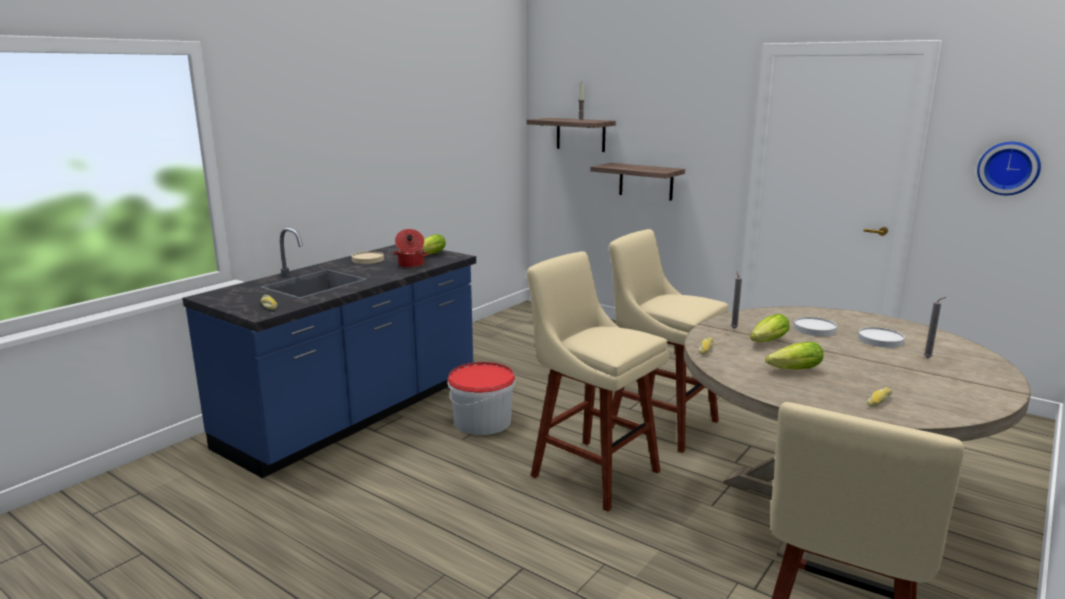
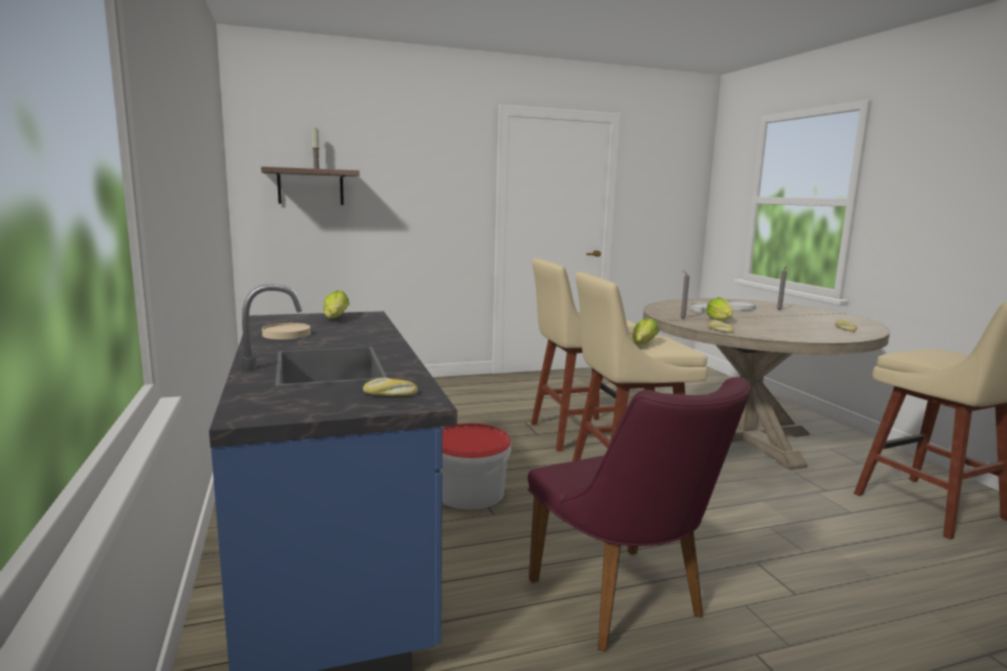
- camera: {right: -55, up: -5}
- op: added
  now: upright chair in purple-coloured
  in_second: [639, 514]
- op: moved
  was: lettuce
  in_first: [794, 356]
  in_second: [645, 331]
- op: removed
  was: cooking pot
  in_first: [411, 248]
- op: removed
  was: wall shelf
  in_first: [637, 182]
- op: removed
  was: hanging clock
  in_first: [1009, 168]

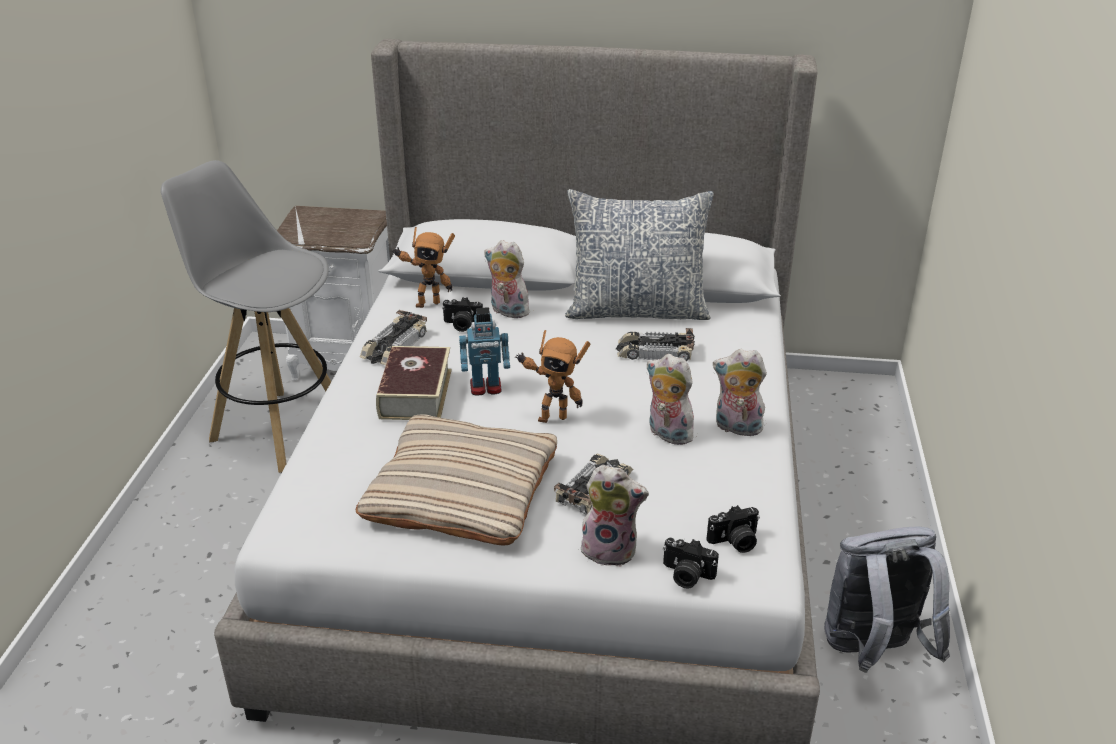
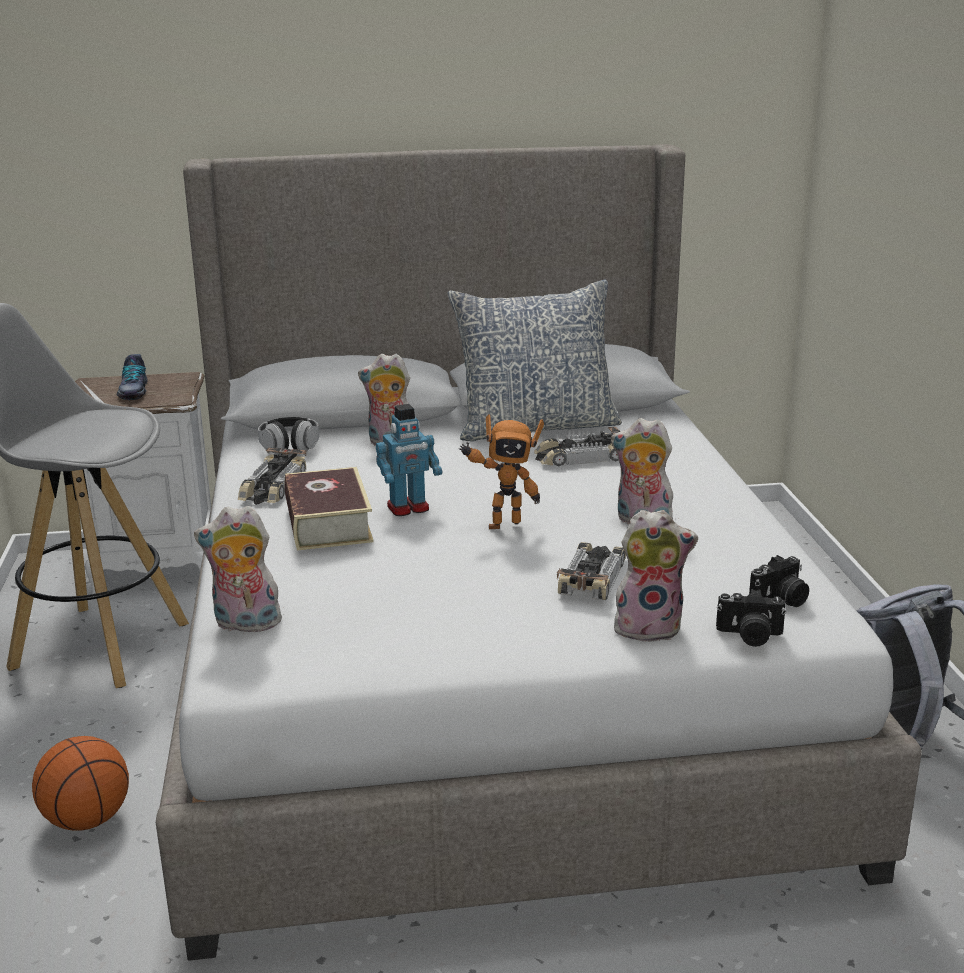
- camera: {right: -15, up: -10}
- op: added
  now: basketball ball
  in_second: [80, 783]
- op: added
  now: shoe
  in_second: [132, 377]
- op: moved
  was: soft toy
  in_first: [740, 392]
  in_second: [241, 569]
- op: replaced
  was: model robot
  now: headset
  in_first: [423, 267]
  in_second: [288, 435]
- op: removed
  was: throw pillow in beige
  in_first: [456, 479]
- op: removed
  was: photo camera
  in_first: [462, 314]

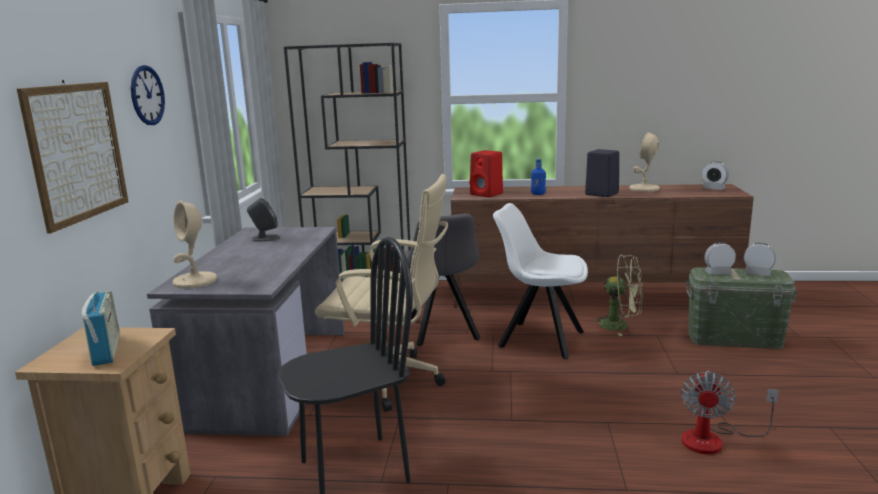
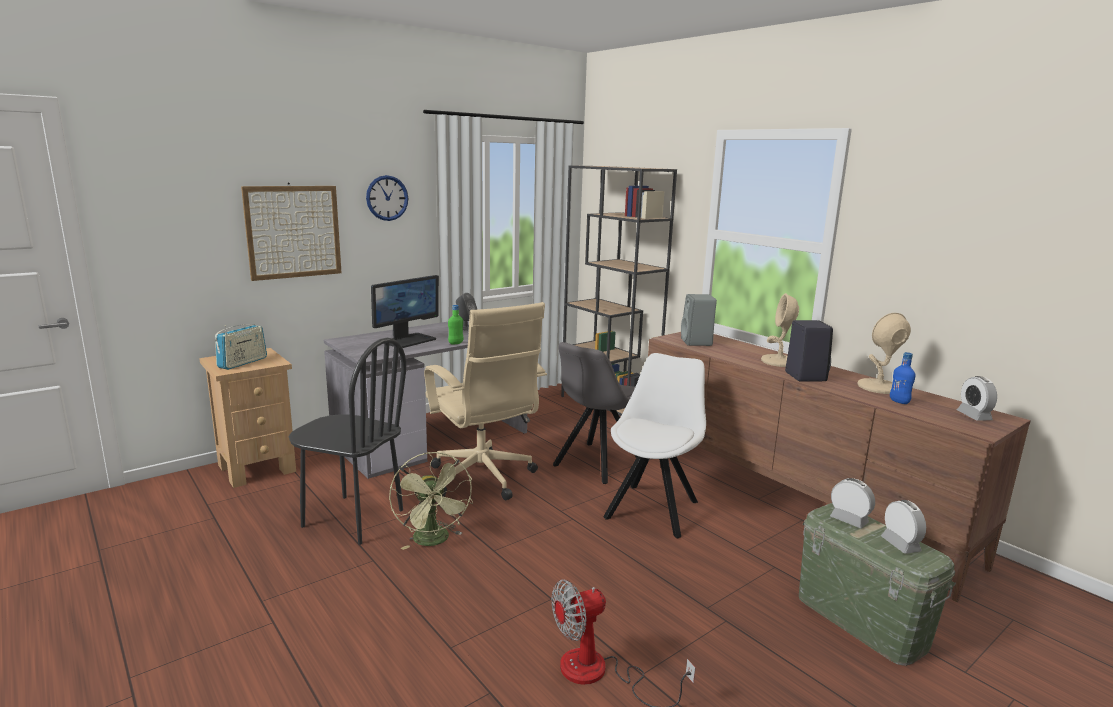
- camera: {right: 45, up: 0}
- op: added
  now: monitor
  in_second: [405, 311]
- op: moved
  was: cooling fan in green-coloured
  in_first: [617, 295]
  in_second: [431, 501]
- op: added
  now: beverage bottle in green-coloured
  in_second: [456, 324]
- op: turned
  was: upright chair in whitish
  in_first: [540, 281]
  in_second: [654, 445]
  clockwise: 45
- op: recoloured
  was: speaker in reddish
  now: speaker in grey
  in_first: [486, 173]
  in_second: [699, 320]
- op: moved
  was: lamp for a table in beige
  in_first: [194, 245]
  in_second: [780, 330]
- op: moved
  was: beverage bottle in bluish
  in_first: [538, 176]
  in_second: [903, 378]

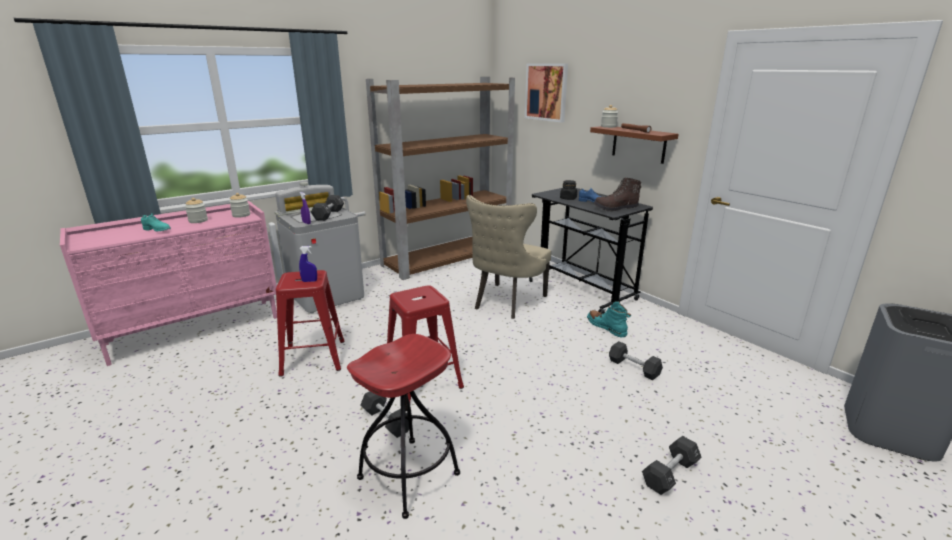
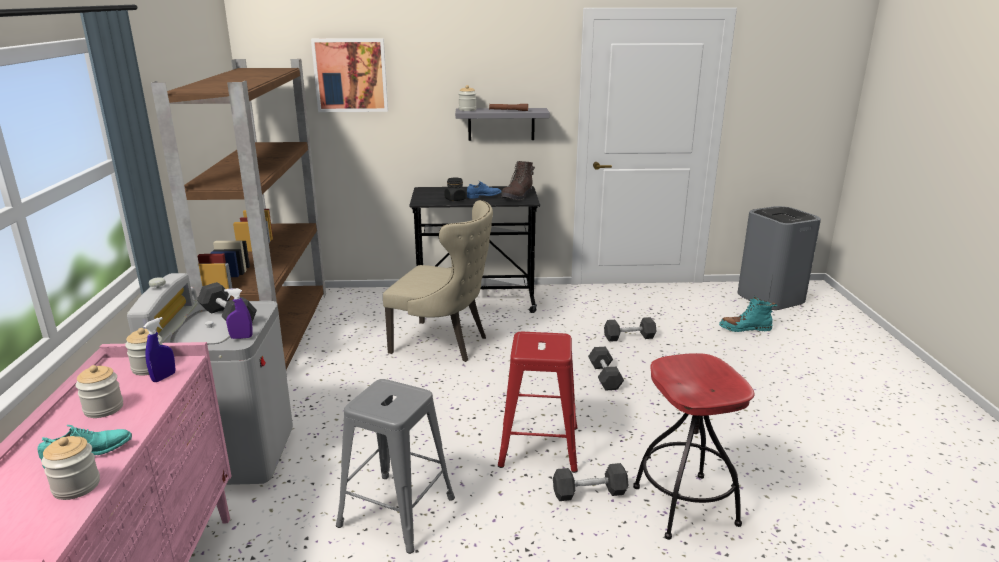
- camera: {right: -55, up: 0}
- op: added
  now: preserve jar
  in_second: [71, 468]
- op: moved
  was: spray bottle in bluish
  in_first: [308, 264]
  in_second: [159, 349]
- op: recoloured
  was: stool in reddish
  now: stool in grey
  in_first: [310, 323]
  in_second: [395, 466]
- op: turned
  was: upright chair in beige
  in_first: [508, 257]
  in_second: [438, 281]
  clockwise: -45
- op: recoloured
  was: wall shelf in brown-coloured
  now: wall shelf in grey
  in_first: [634, 145]
  in_second: [502, 124]
- op: moved
  was: hand weight in black-coloured
  in_first: [671, 465]
  in_second: [606, 369]
- op: moved
  was: high-top boot in blue-green
  in_first: [609, 319]
  in_second: [748, 314]

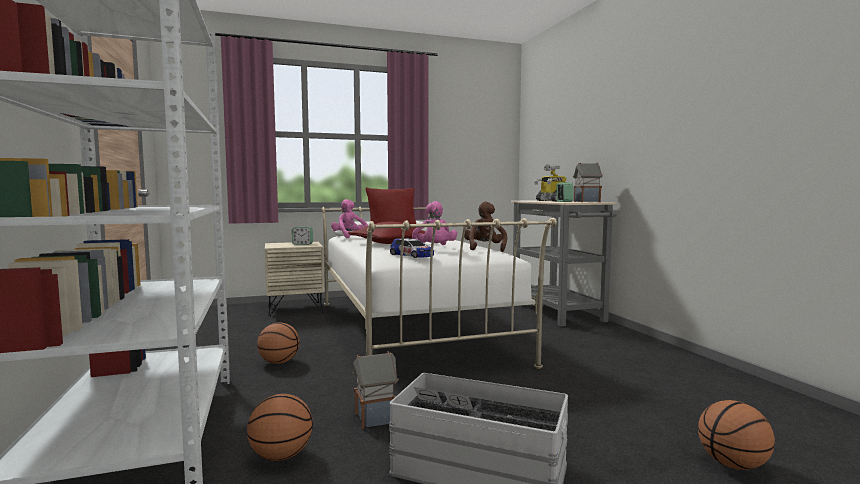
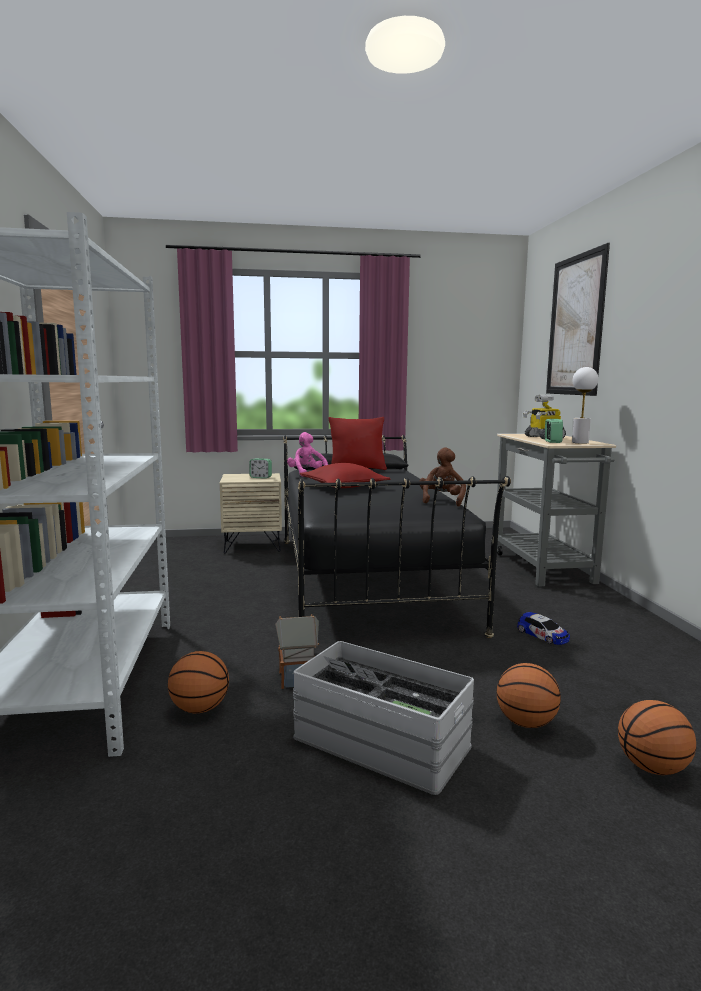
- camera: {right: 10, up: 5}
- op: recoloured
  was: bedroom bed in whitish
  now: bedroom bed in black-coloured
  in_first: [439, 287]
  in_second: [397, 536]
- op: moved
  was: basketball ball
  in_first: [278, 343]
  in_second: [529, 695]
- op: moved
  was: miniature car
  in_first: [412, 248]
  in_second: [543, 628]
- op: added
  now: wall picture
  in_second: [578, 319]
- op: replaced
  was: model house
  now: lamp for a table in whitish
  in_first: [588, 182]
  in_second: [585, 405]
- op: removed
  was: soft toy in pink
  in_first: [434, 223]

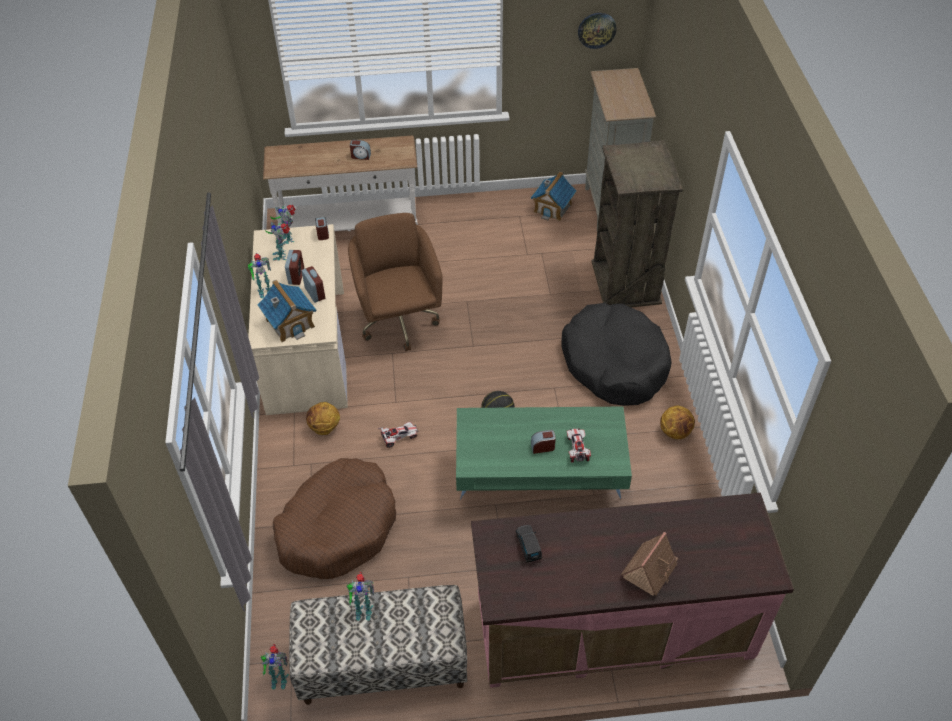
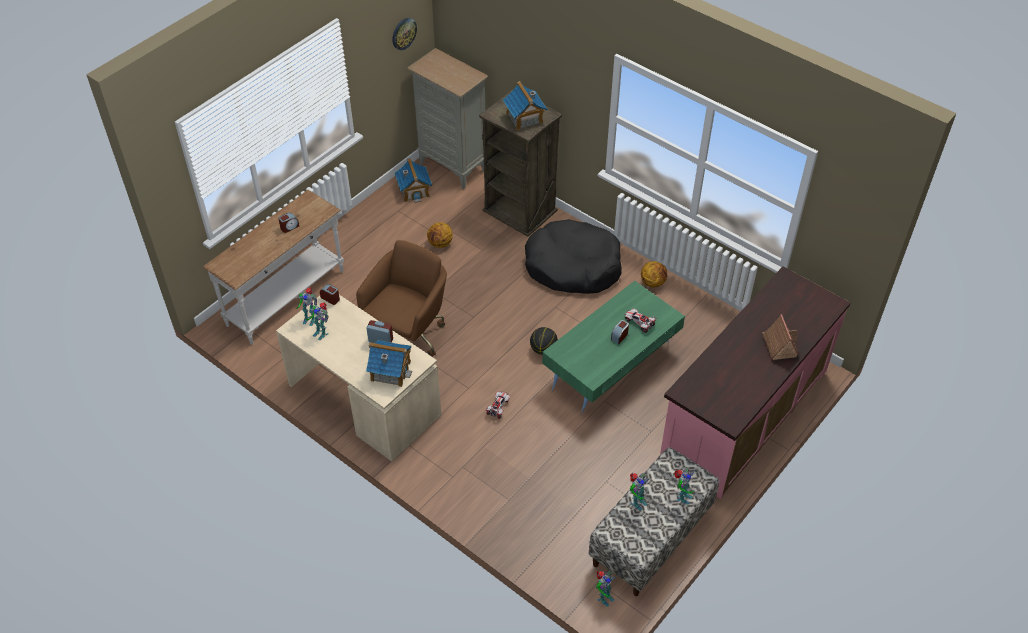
- camera: {right: -45, up: 0}
- op: turned
  was: office chair in brown-coloured
  in_first: [395, 282]
  in_second: [401, 298]
  clockwise: 90
- op: moved
  was: basketball ball
  in_first: [323, 418]
  in_second: [440, 235]
- op: added
  now: model house
  in_second: [525, 105]
- op: moved
  was: model robot
  in_first: [259, 275]
  in_second: [684, 486]
- op: removed
  was: dog cushion in brown-coloured
  in_first: [334, 518]
- op: removed
  was: alarm clock
  in_first: [294, 267]
- op: removed
  was: miniature car in black-coloured
  in_first: [529, 543]

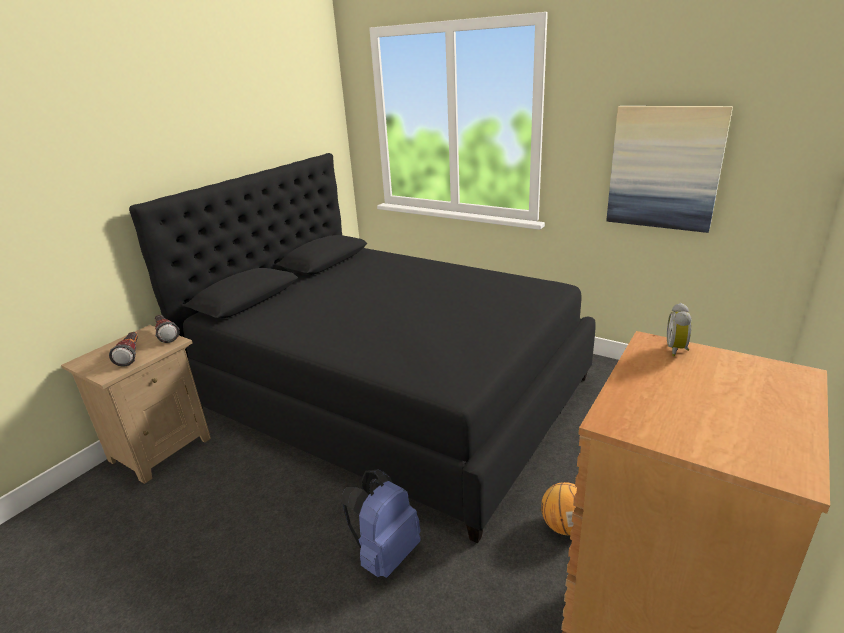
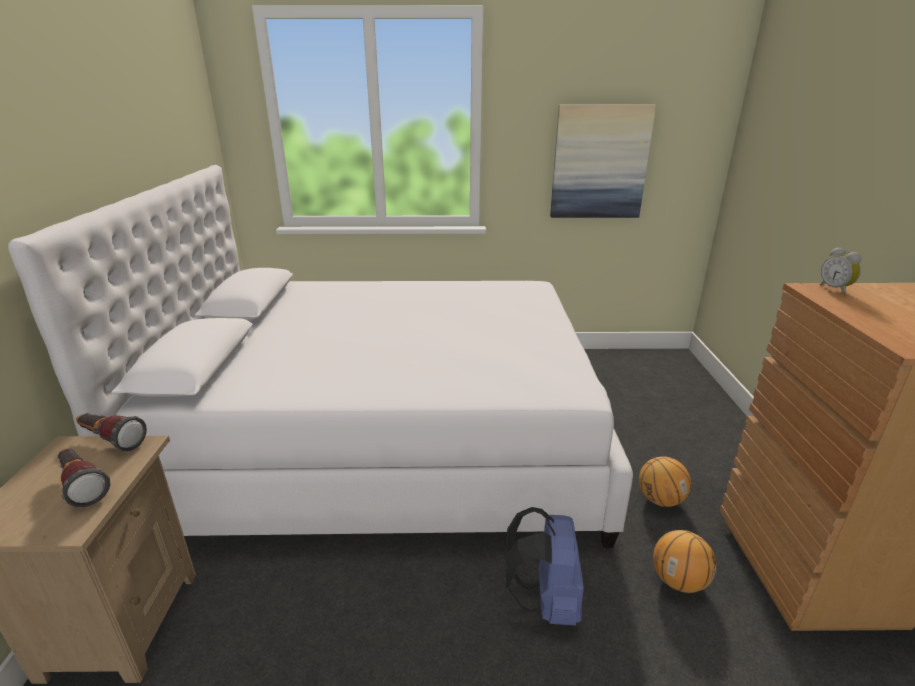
- camera: {right: -35, up: 0}
- op: recoloured
  was: bedroom bed in black-coloured
  now: bedroom bed in whitish
  in_first: [362, 348]
  in_second: [320, 356]
- op: added
  now: basketball ball
  in_second: [684, 561]

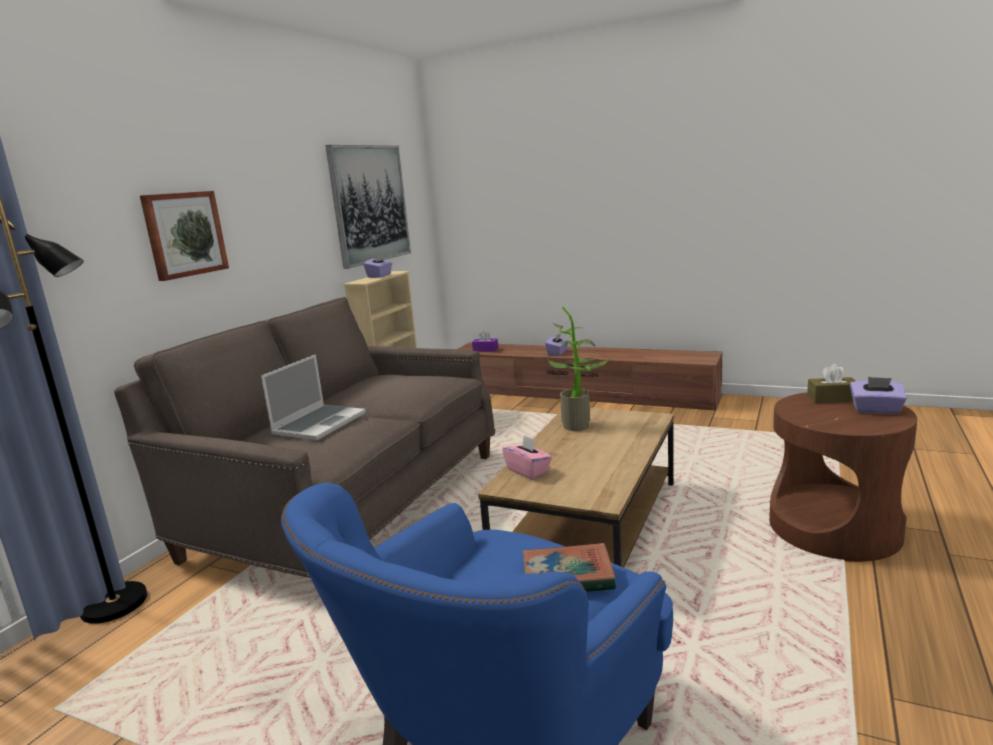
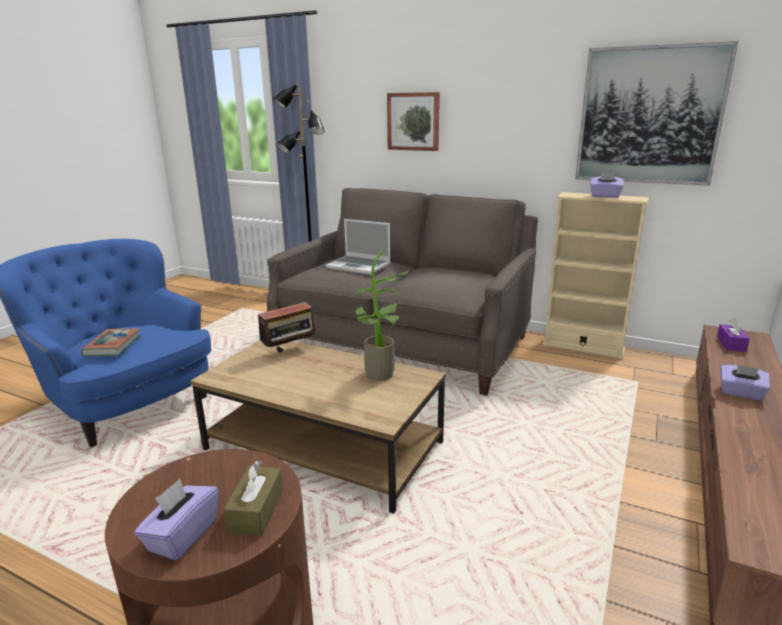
- camera: {right: 90, up: 5}
- op: replaced
  was: tissue box in pink
  now: radio
  in_first: [527, 457]
  in_second: [285, 327]

